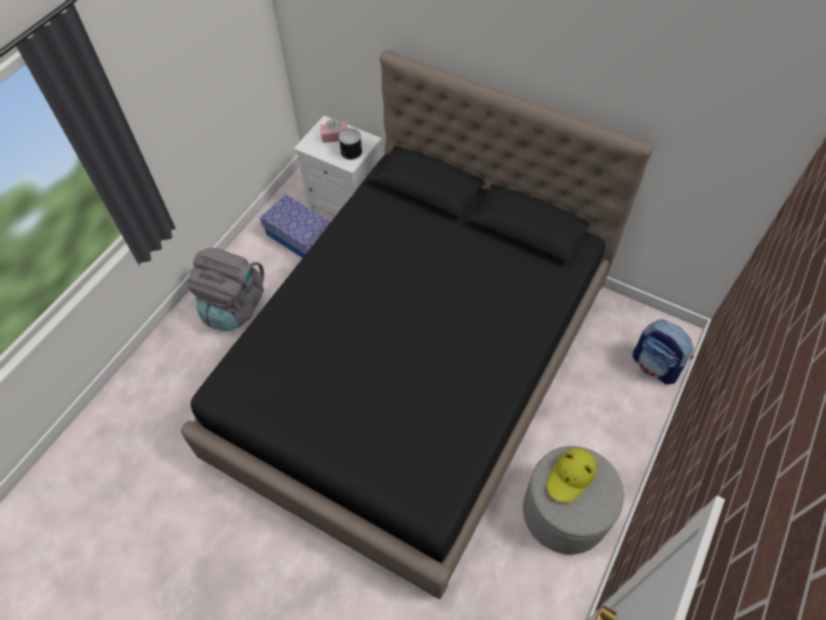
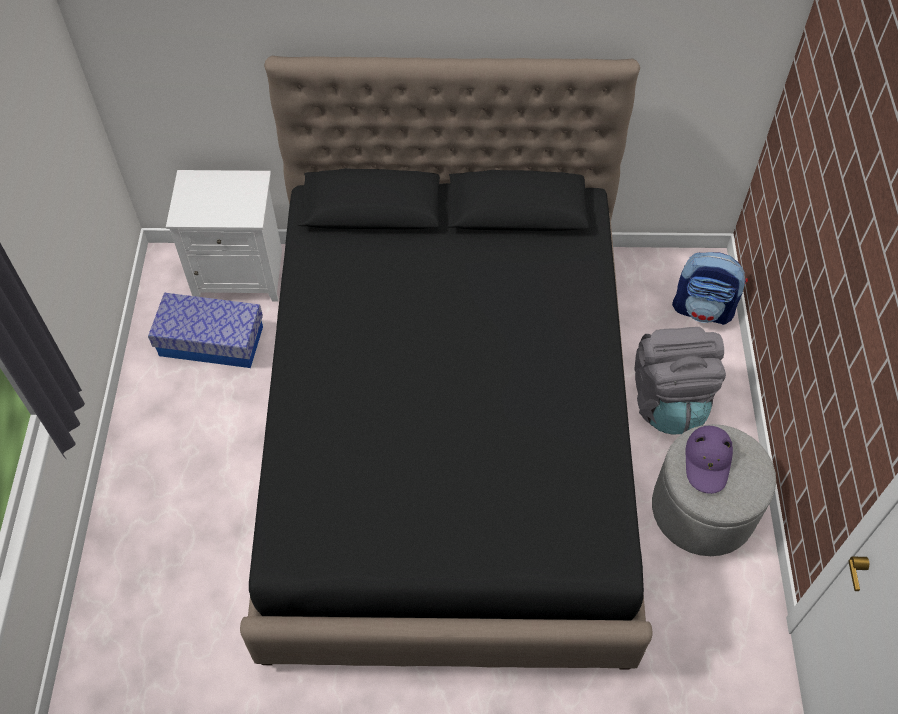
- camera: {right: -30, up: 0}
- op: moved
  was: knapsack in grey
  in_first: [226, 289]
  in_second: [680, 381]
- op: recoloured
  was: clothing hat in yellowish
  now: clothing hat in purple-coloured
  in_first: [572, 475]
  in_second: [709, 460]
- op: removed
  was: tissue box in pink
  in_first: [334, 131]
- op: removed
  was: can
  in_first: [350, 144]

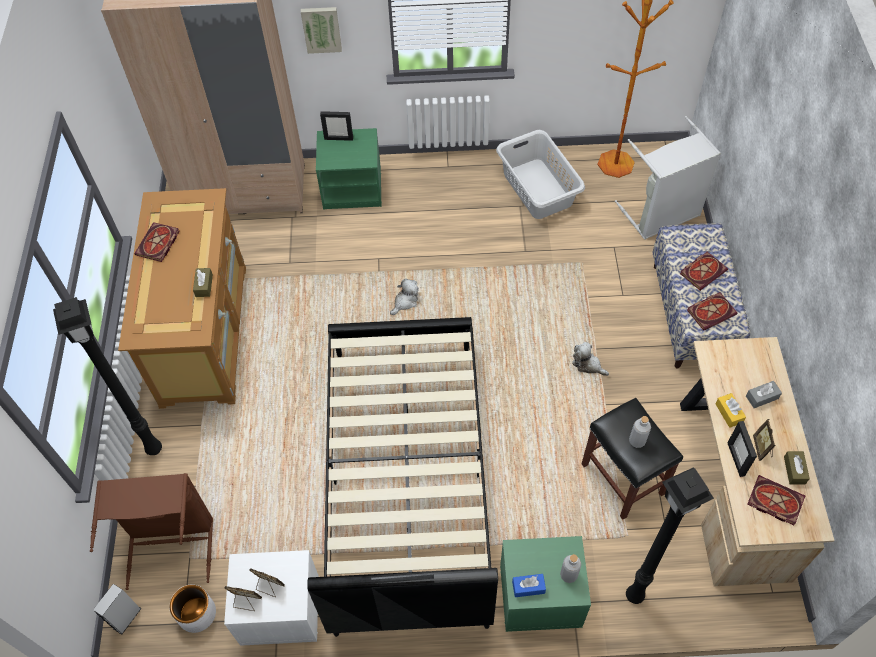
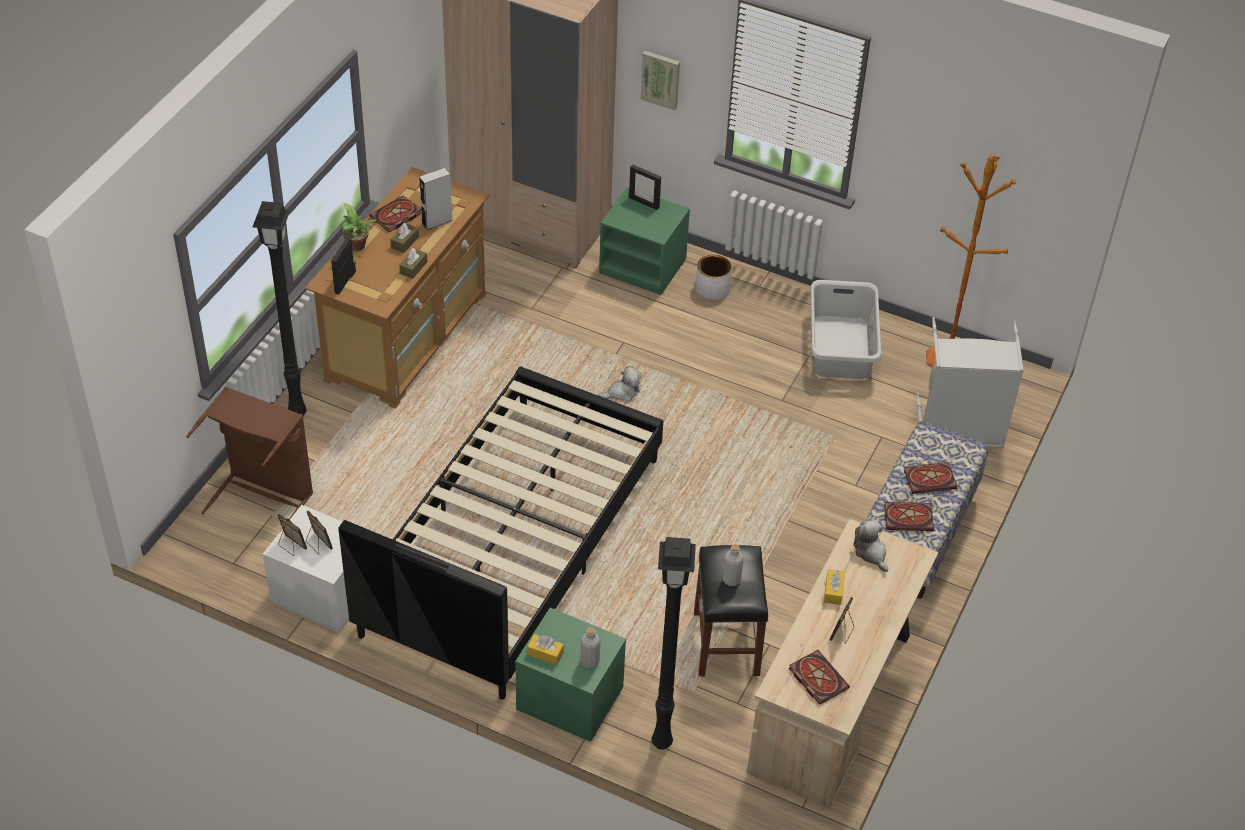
- camera: {right: 25, up: -10}
- op: moved
  was: standing frame
  in_first: [742, 449]
  in_second: [343, 265]
- op: added
  now: houseplant
  in_second: [358, 227]
- op: moved
  was: tissue box in brown-coloured
  in_first: [797, 467]
  in_second: [405, 238]
- op: moved
  was: speaker in grey
  in_first: [117, 609]
  in_second: [436, 199]
- op: recoloured
  was: tissue box in bluish
  now: tissue box in yellowish
  in_first: [529, 585]
  in_second: [545, 649]
- op: moved
  was: planter in whitish
  in_first: [192, 609]
  in_second: [713, 277]
- op: moved
  was: soft toy
  in_first: [590, 359]
  in_second: [870, 546]
- op: removed
  was: tissue box in grey
  in_first: [764, 394]

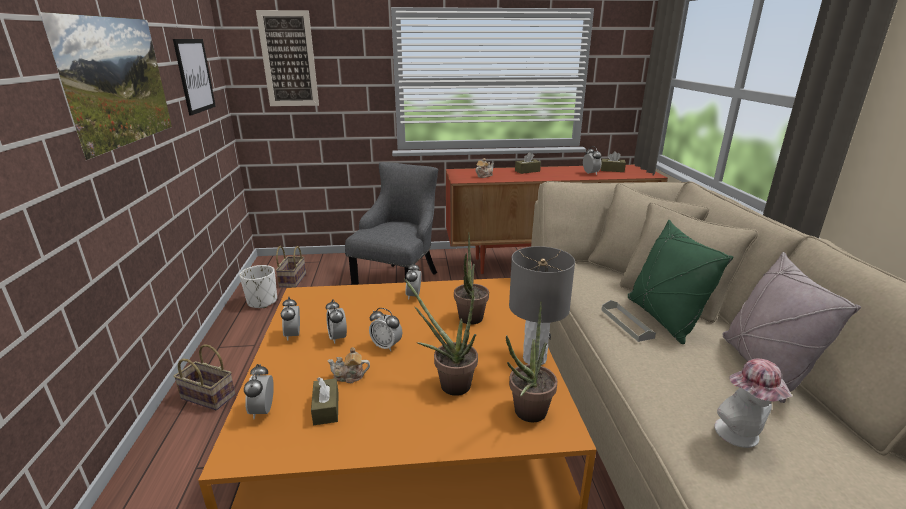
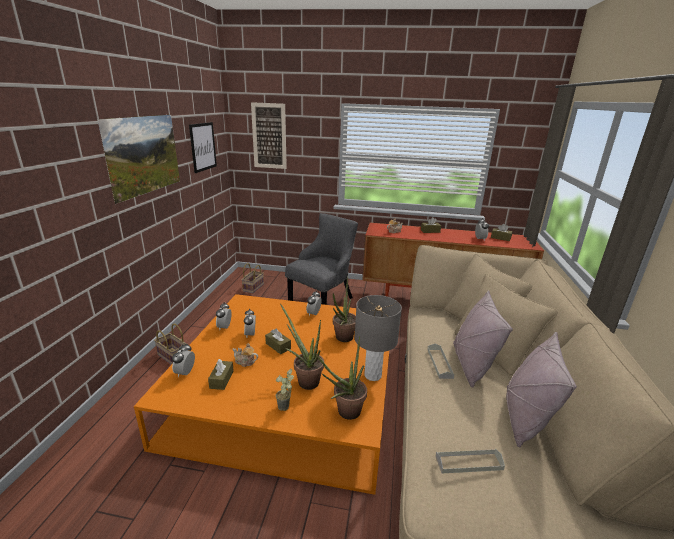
- camera: {right: 15, up: 0}
- op: replaced
  was: alarm clock
  now: tissue box in brown-coloured
  in_first: [385, 329]
  in_second: [278, 341]
- op: added
  now: houseplant
  in_second: [285, 390]
- op: replaced
  was: clothing hat
  now: carrying tray in grey
  in_first: [753, 403]
  in_second: [470, 461]
- op: recoloured
  was: throw pillow in green-coloured
  now: throw pillow in purple-coloured
  in_first: [680, 282]
  in_second: [483, 339]
- op: removed
  was: planter in whitish
  in_first: [258, 286]

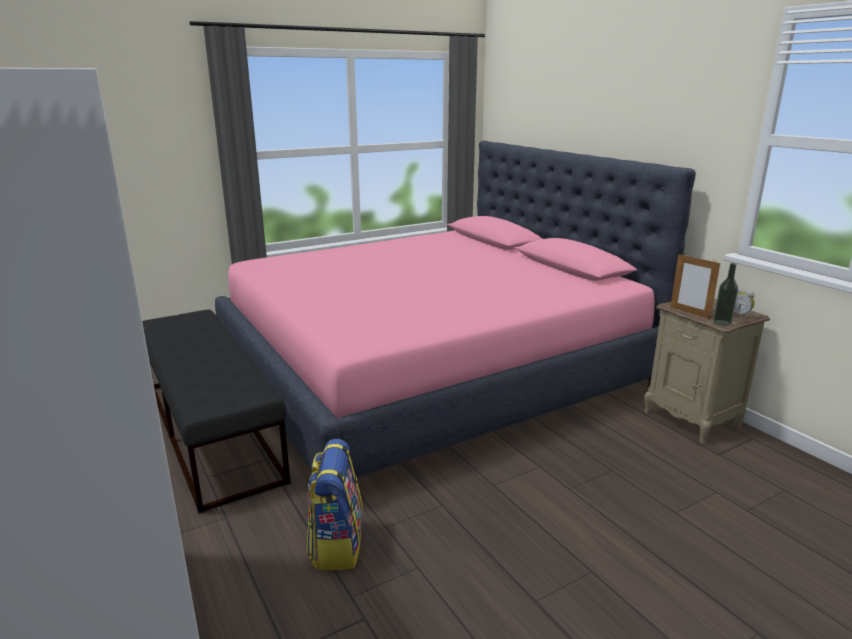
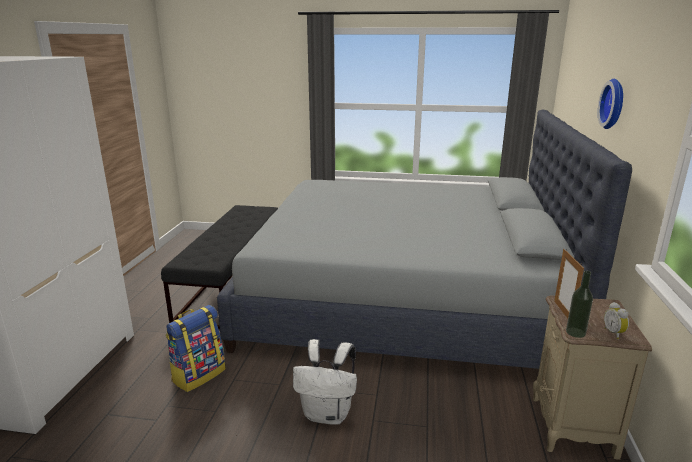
- camera: {right: 40, up: 0}
- op: recoloured
  was: bedroom bed in pink
  now: bedroom bed in grey
  in_first: [455, 309]
  in_second: [424, 239]
- op: added
  now: knapsack in whitish
  in_second: [325, 382]
- op: added
  now: hanging clock
  in_second: [610, 104]

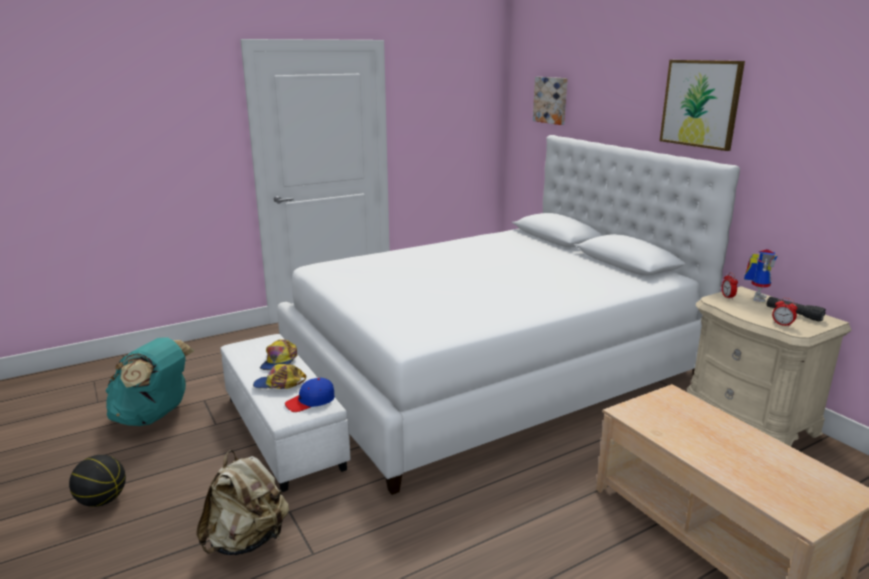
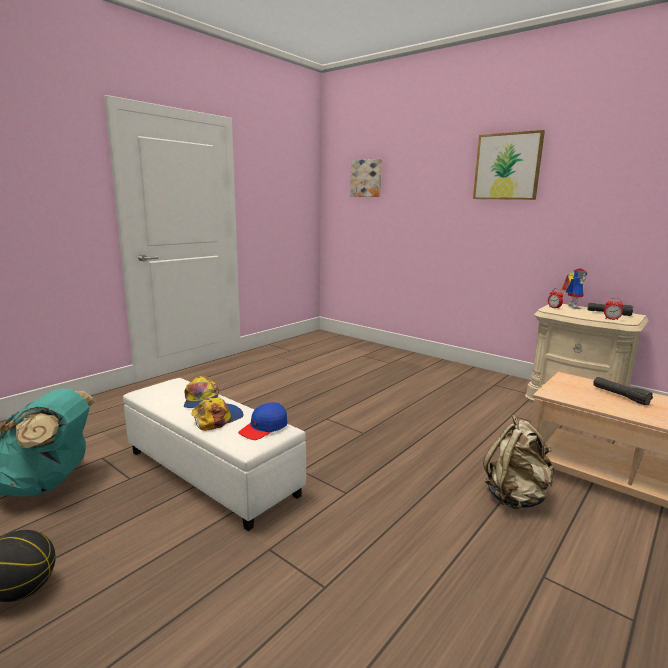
- camera: {right: -20, up: -5}
- op: turned
  was: peaked cap
  in_first: [279, 376]
  in_second: [217, 414]
  clockwise: 150
- op: moved
  was: knapsack in beige
  in_first: [242, 502]
  in_second: [519, 462]
- op: added
  now: hand torch in black-coloured
  in_second: [623, 391]
- op: removed
  was: bedroom bed in whitish
  in_first: [508, 315]

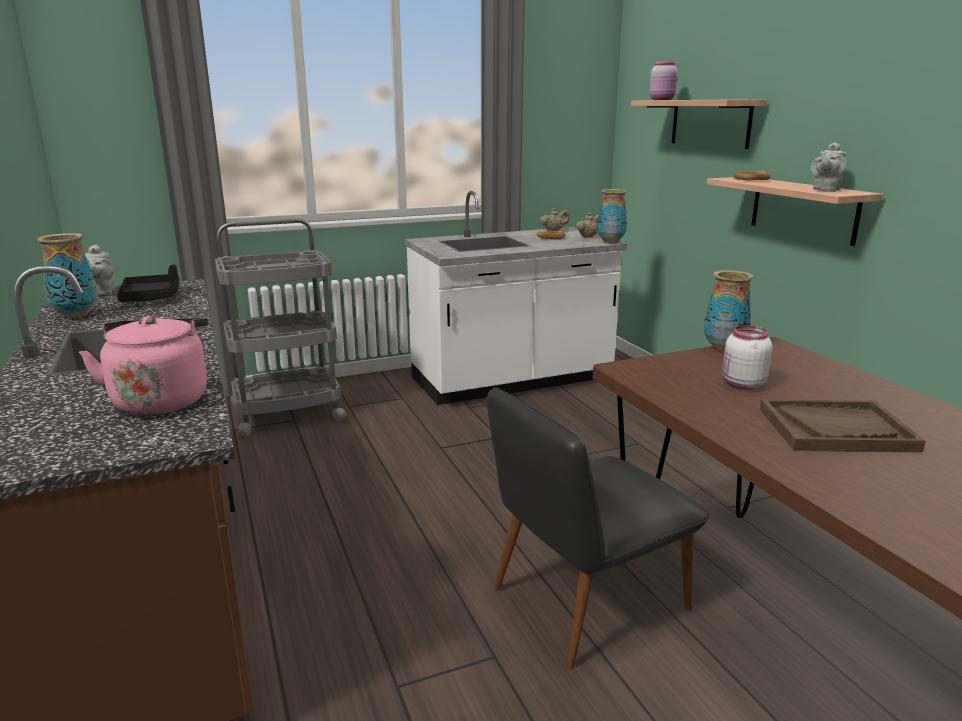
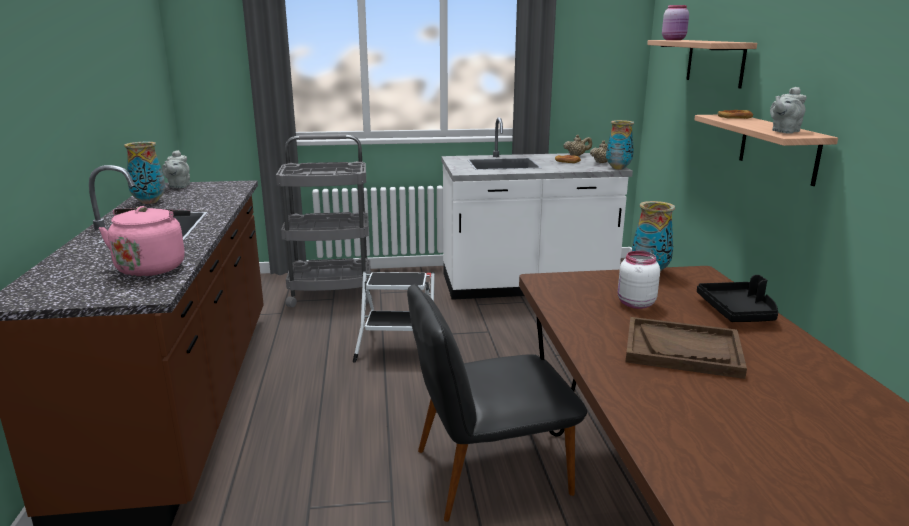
- camera: {right: 15, up: 0}
- op: added
  now: step stool
  in_second: [394, 317]
- op: moved
  was: carrying tray in black-coloured
  in_first: [148, 283]
  in_second: [737, 298]

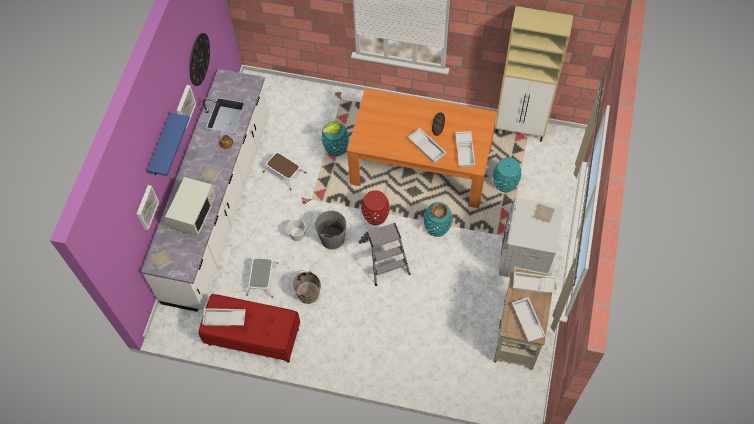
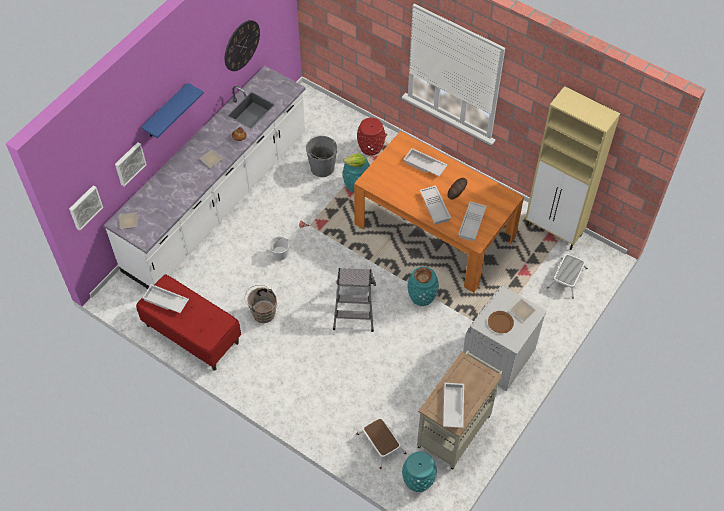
- camera: {right: 20, up: -5}
- op: moved
  was: wall picture
  in_first: [186, 107]
  in_second: [86, 208]
- op: moved
  was: bucket in grey
  in_first: [330, 230]
  in_second: [321, 156]
- op: moved
  was: stool in reddish
  in_first: [375, 207]
  in_second: [371, 137]
- op: moved
  was: step stool in brown-coloured
  in_first: [284, 171]
  in_second: [382, 443]
- op: moved
  was: stool in blue-green
  in_first: [507, 174]
  in_second: [419, 472]
- op: moved
  was: carrying tray in whitish
  in_first: [535, 282]
  in_second: [425, 162]
- op: added
  now: flat dish in brown-coloured
  in_second: [501, 322]
- op: moved
  was: step stool in grey
  in_first: [262, 278]
  in_second: [567, 276]
- op: removed
  was: microwave oven in whitish
  in_first: [190, 206]

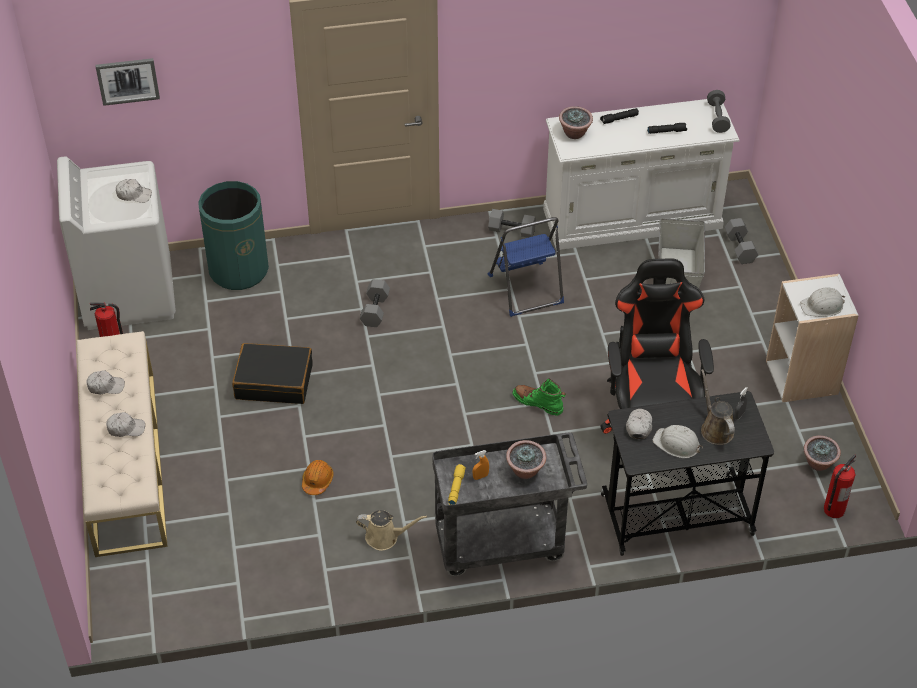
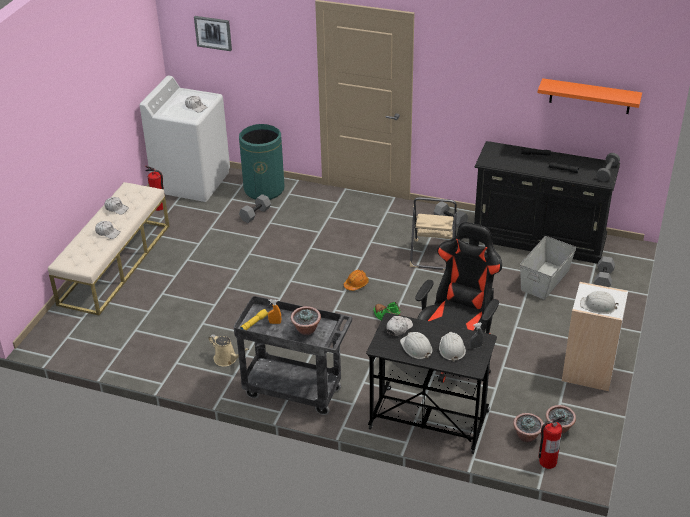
- camera: {right: 30, up: -10}
- op: moved
  was: hand weight in grey
  in_first: [375, 303]
  in_second: [255, 208]
- op: moved
  was: work helmet in orange
  in_first: [318, 477]
  in_second: [356, 280]
- op: recoloured
  was: step stool in bluish
  now: step stool in beige
  in_first: [526, 267]
  in_second: [433, 233]
- op: replaced
  was: sprinkling can in brown-coloured
  now: work helmet in whitish
  in_first: [718, 407]
  in_second: [452, 347]
- op: recoloured
  was: storage cabinet in whitish
  now: storage cabinet in black-coloured
  in_first: [641, 174]
  in_second: [547, 202]
- op: moved
  was: houseplant
  in_first: [576, 122]
  in_second: [528, 427]
- op: added
  now: wall shelf in orange
  in_second: [589, 96]
- op: removed
  was: travel case in black-coloured
  in_first: [272, 373]

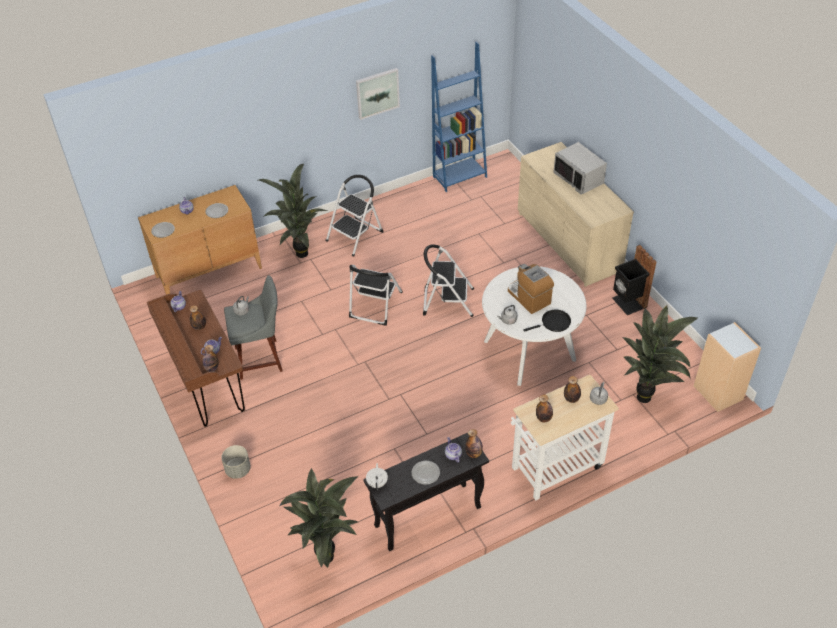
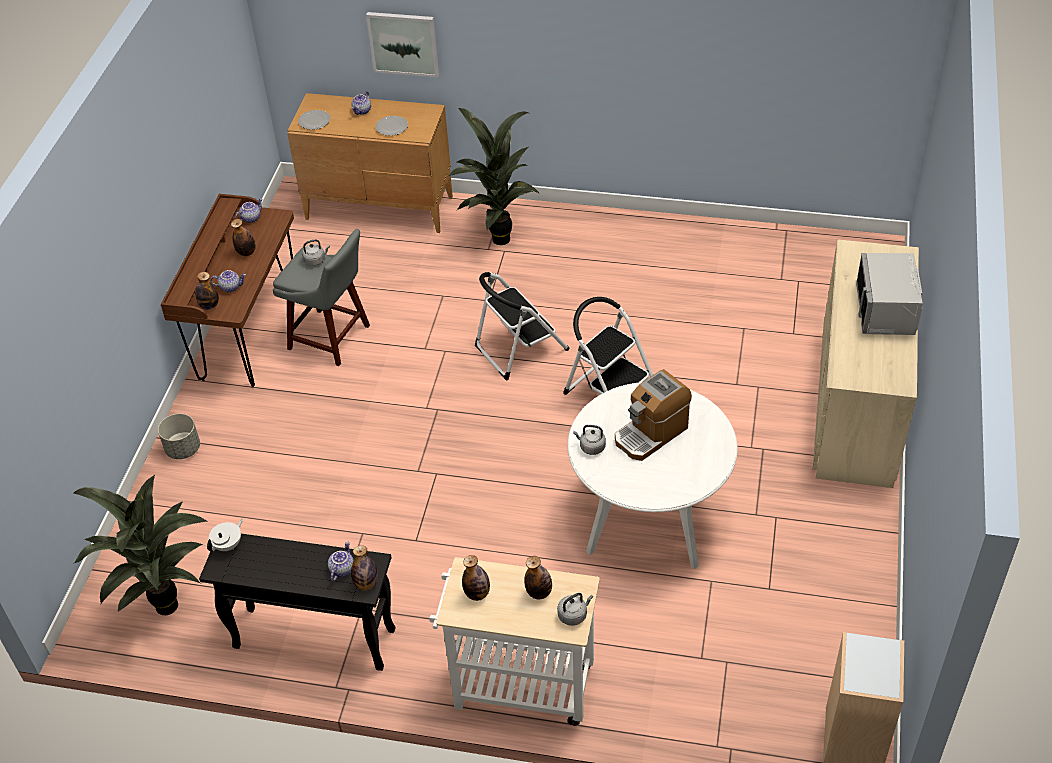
- camera: {right: 40, up: 0}
- op: moved
  was: wall picture
  in_first: [378, 94]
  in_second: [402, 44]
- op: turned
  was: coffee brewer
  in_first: [531, 289]
  in_second: [653, 415]
  clockwise: -135
- op: removed
  was: step stool
  in_first: [354, 215]
- op: removed
  was: flat dish
  in_first: [425, 473]
- op: removed
  was: bookshelf in bluish
  in_first: [459, 116]
- op: removed
  was: skillet in black-coloured
  in_first: [547, 320]
- op: removed
  was: trash can in black-coloured
  in_first: [634, 280]
- op: removed
  was: houseplant
  in_first: [660, 354]

